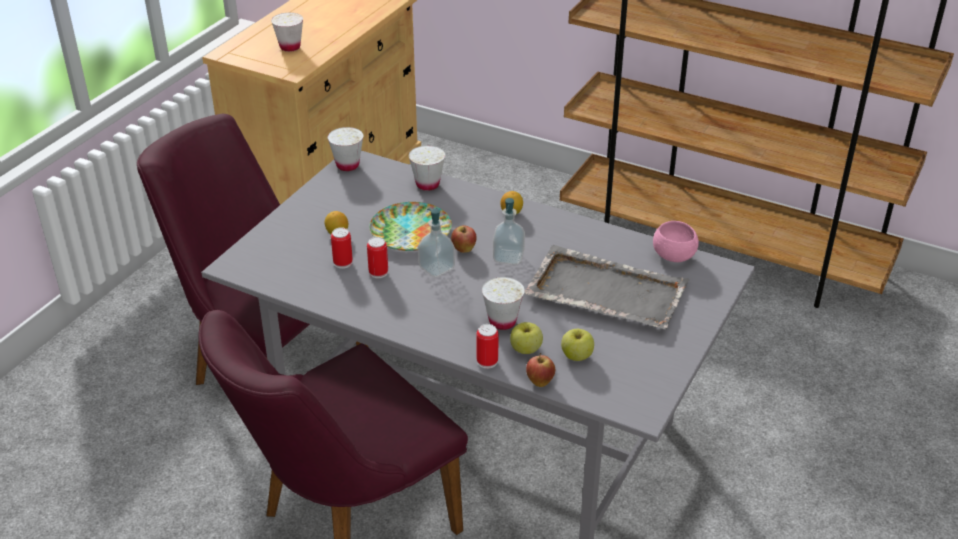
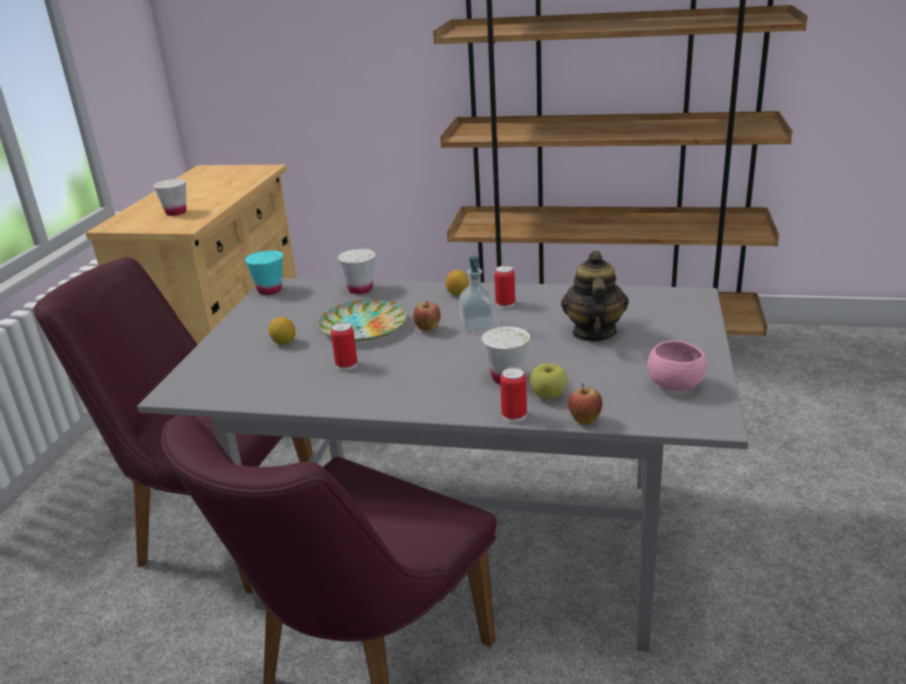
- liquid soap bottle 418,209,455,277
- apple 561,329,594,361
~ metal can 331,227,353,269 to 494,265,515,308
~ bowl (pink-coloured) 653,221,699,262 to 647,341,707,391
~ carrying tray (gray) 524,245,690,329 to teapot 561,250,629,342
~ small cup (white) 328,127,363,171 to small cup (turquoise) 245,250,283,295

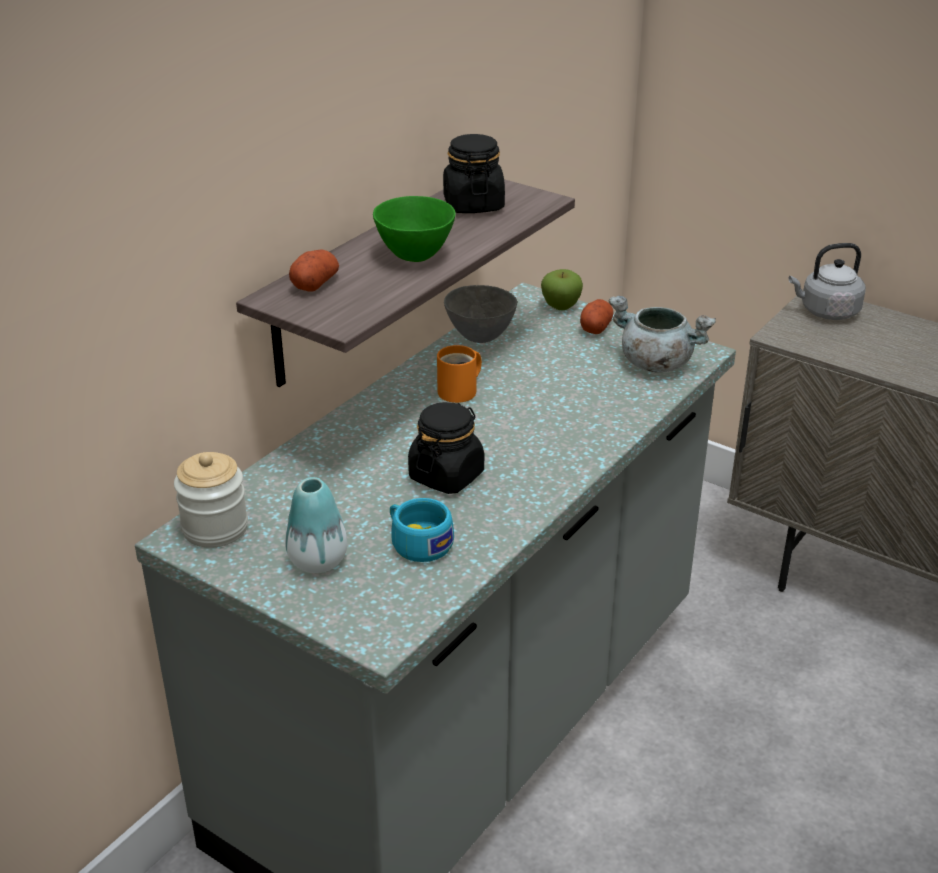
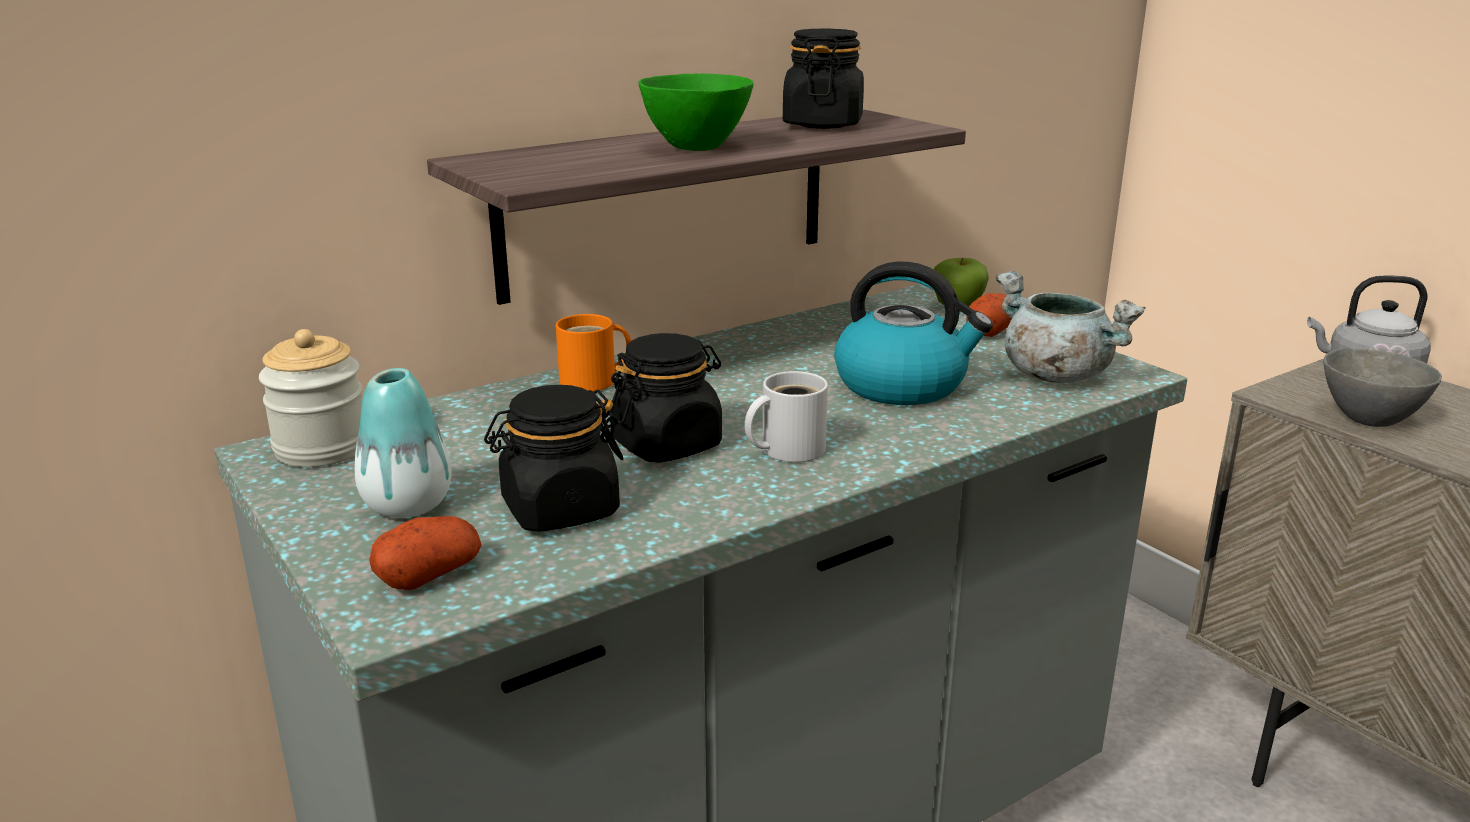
+ coffee mug (white) 745,371,828,462
+ kettle 834,261,993,405
~ whole potato 289,250,339,292 to 369,516,482,590
~ coffee mug (orange-coloured) 437,345,482,403 to 556,314,631,392
~ bowl (gray) 444,285,517,343 to 1323,348,1442,427
~ small cup (turquoise) 390,498,454,562 to preserve jar (blackish) 484,385,624,532

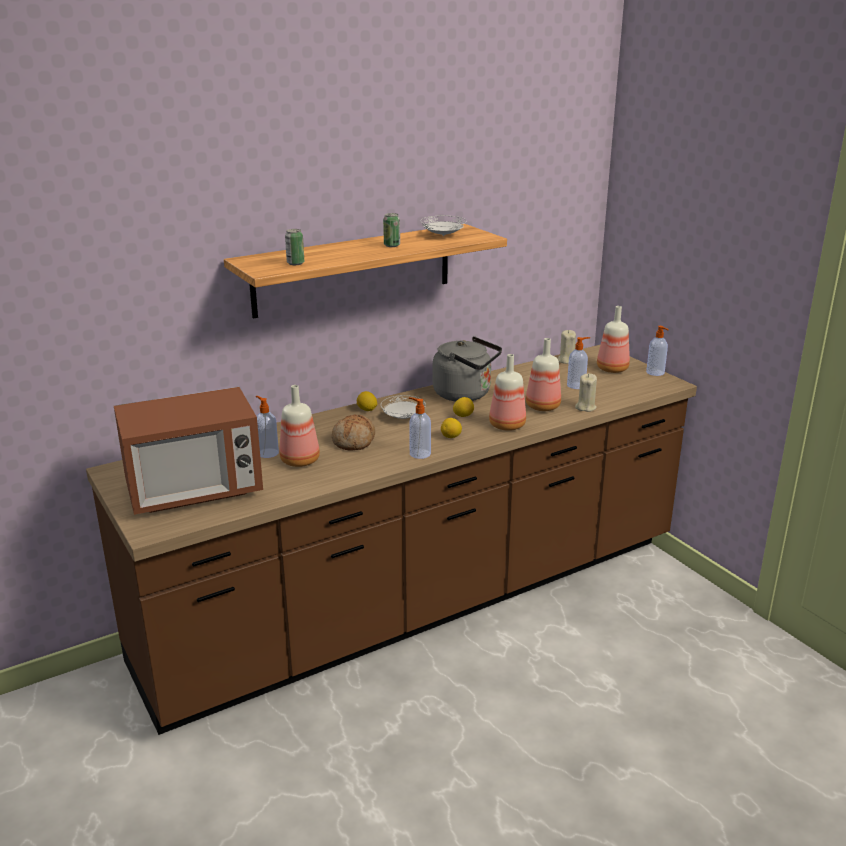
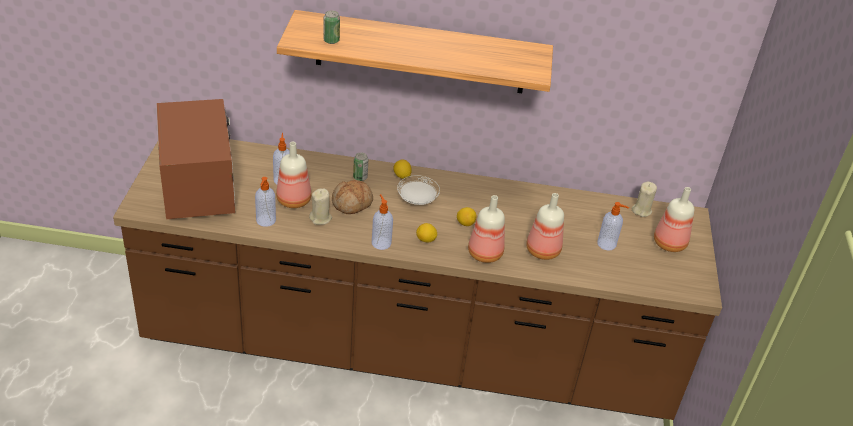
- plate (white) 420,215,467,236
- kettle (gray) 433,336,502,401
~ metal can 383,213,400,247 to 353,152,368,181
~ wax candle (beige) 575,374,597,412 to 309,189,332,225
~ liquid soap bottle 646,326,669,376 to 255,177,276,227
~ microwave oven 114,387,263,515 = 156,99,235,219 120 degrees counterclockwise

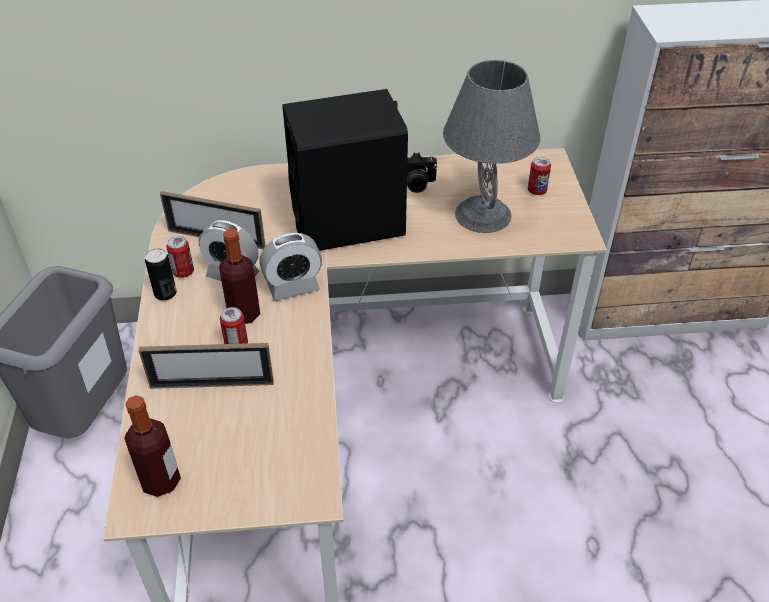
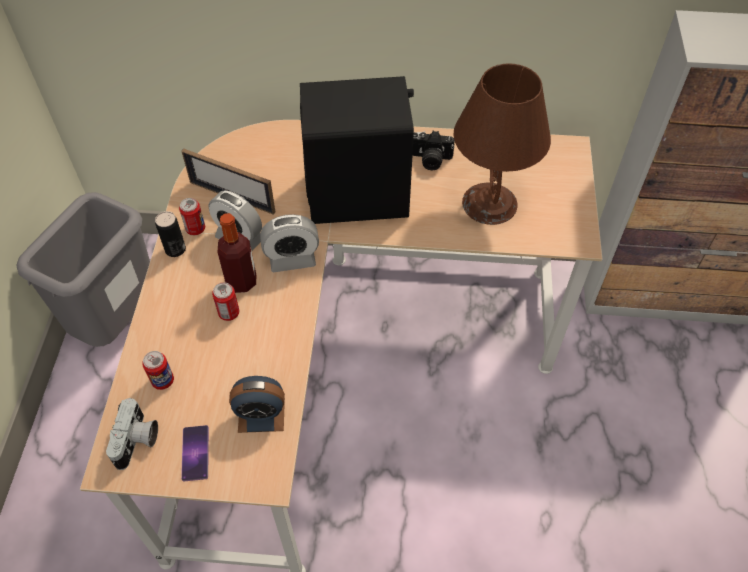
- standing frame 139,343,274,389
+ phone 181,425,209,482
+ bedside clock 229,376,285,433
~ metal can 528,157,551,195 to 142,351,174,390
~ drink bottle 124,395,181,497 to photo camera 106,398,158,470
~ lamp for a table (gray) 443,60,540,233 to lamp for a table (brown-coloured) 454,63,551,225

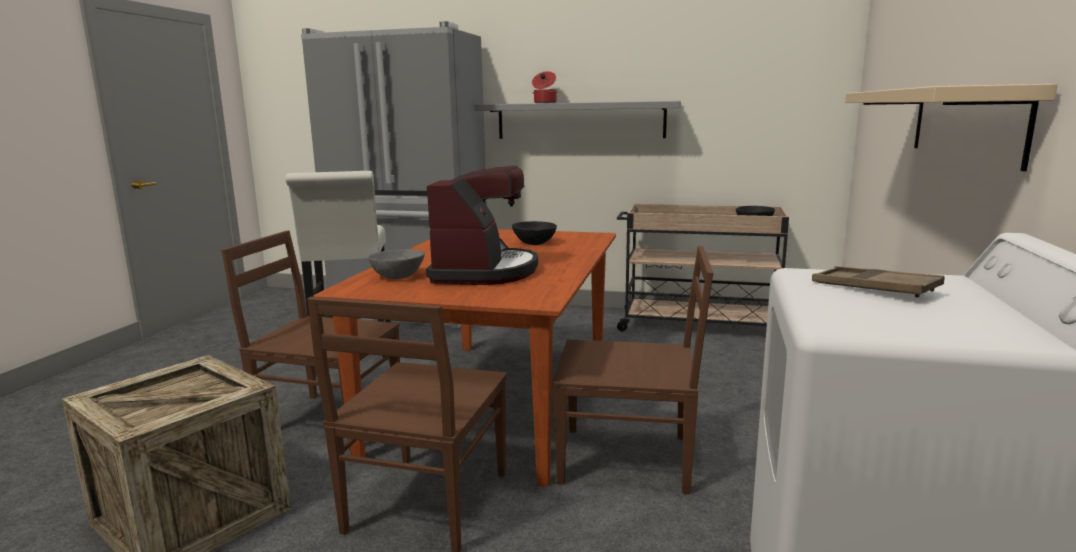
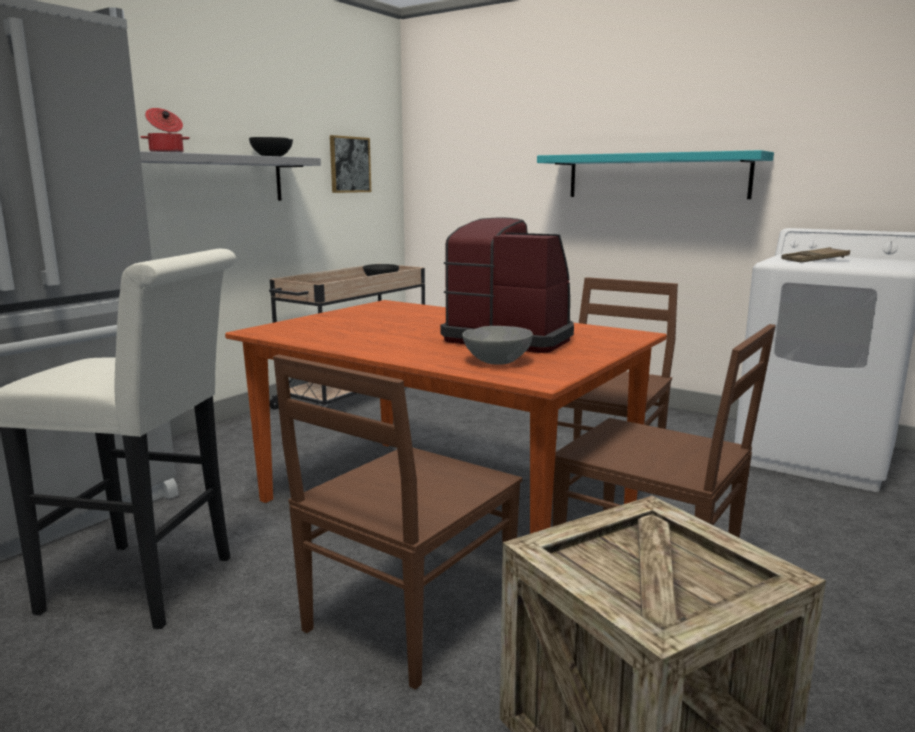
+ wall picture 330,135,371,193
~ bowl (blackish) 512,221,557,245 to 249,137,293,156
~ shelf (beige) 845,84,1057,172 to shelf (turquoise) 537,150,774,199

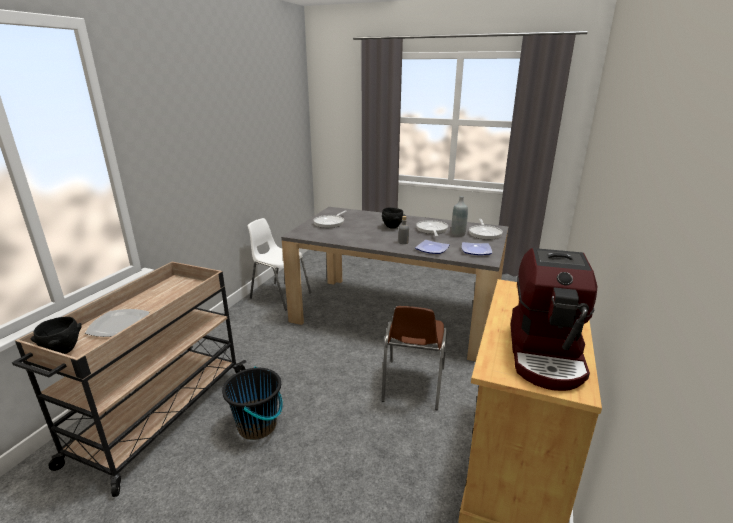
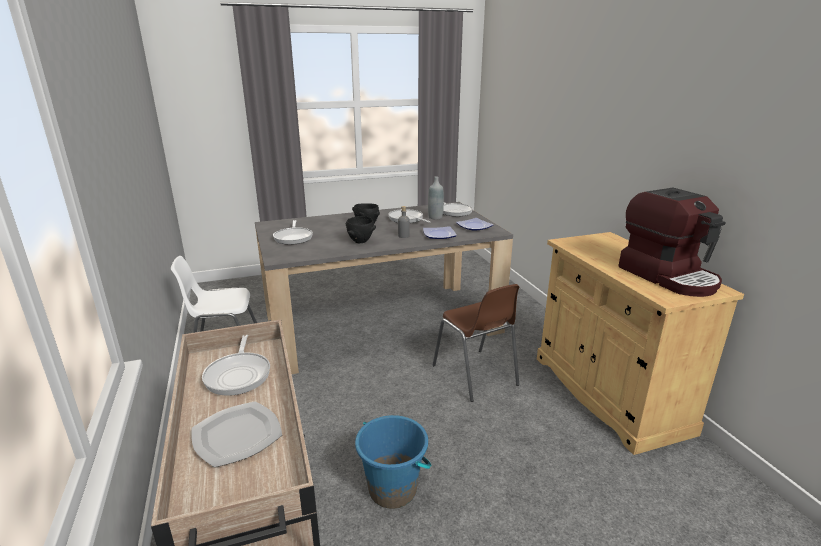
+ skillet 202,335,270,396
~ bowl (blackish) 31,317,82,354 to 346,216,376,243
~ water bucket (blackish) 222,367,283,440 to water bucket (blue) 355,415,431,509

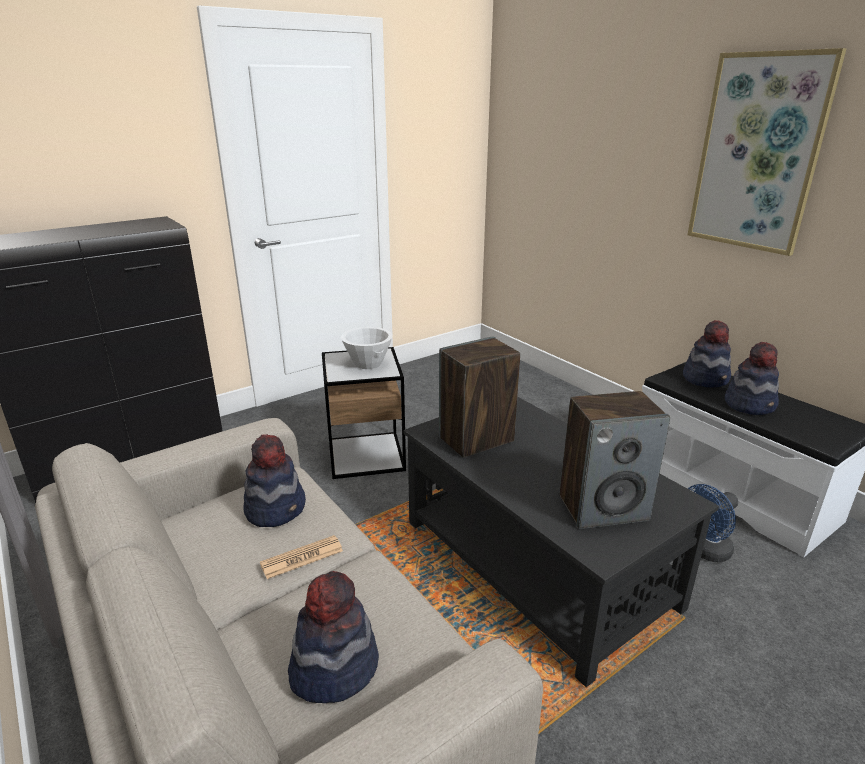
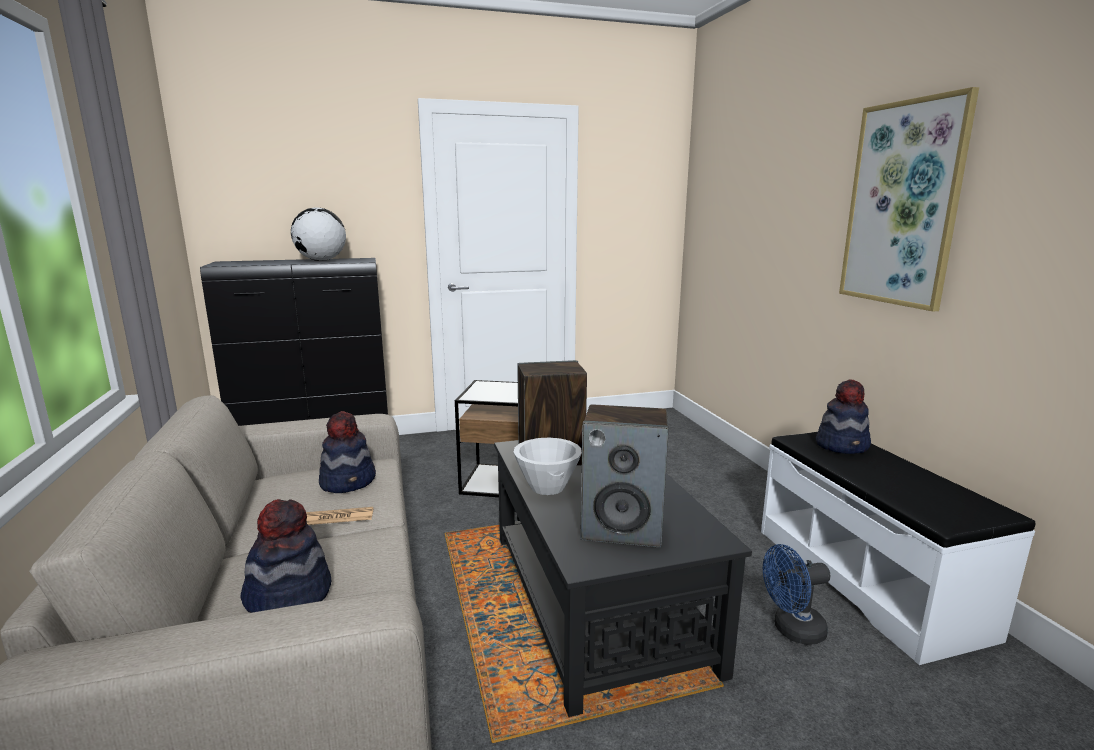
- wearable hat 725,342,779,415
+ world globe 291,207,346,261
~ bowl (white) 341,327,393,369 to 513,438,582,495

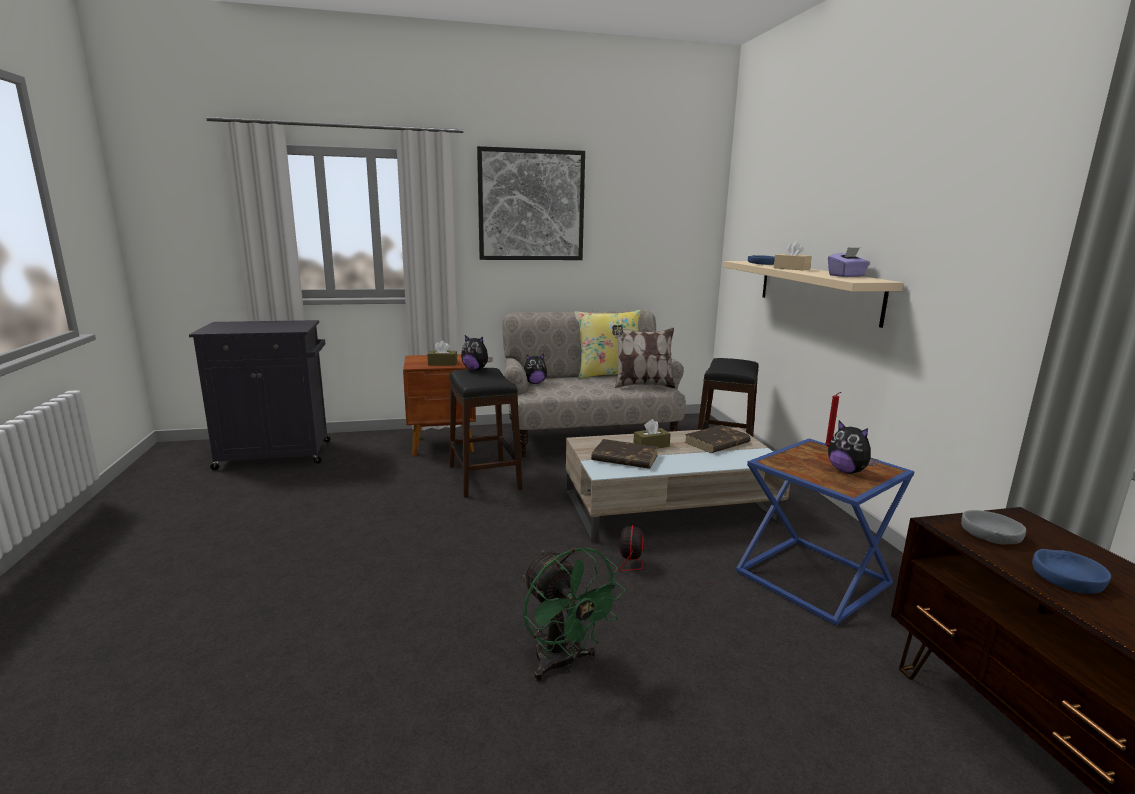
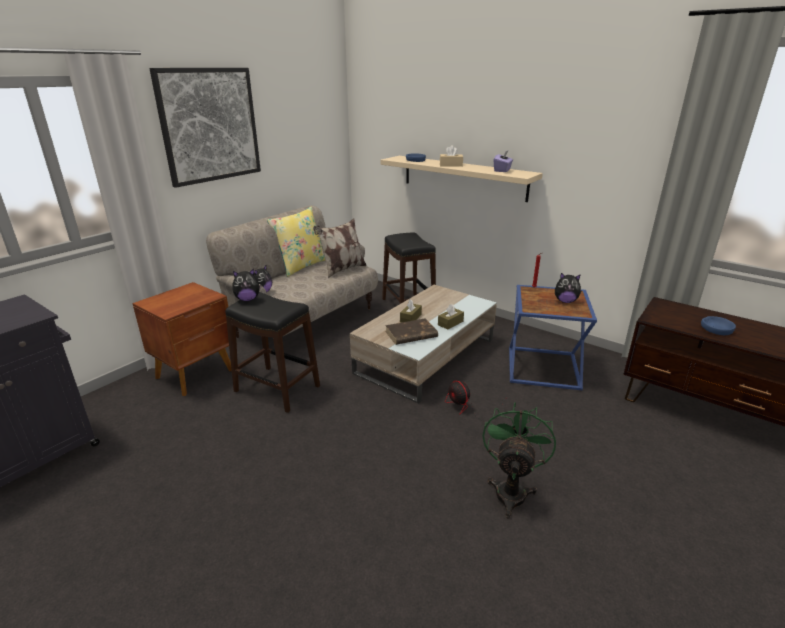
- book (brown-coloured) 684,425,751,453
- bowl (gray) 961,510,1026,545
~ box of tissues (brown-coloured) 428,341,457,366 to 438,304,464,329
~ fan (green-coloured) 523,548,625,682 = 482,402,556,518 90 degrees counterclockwise

